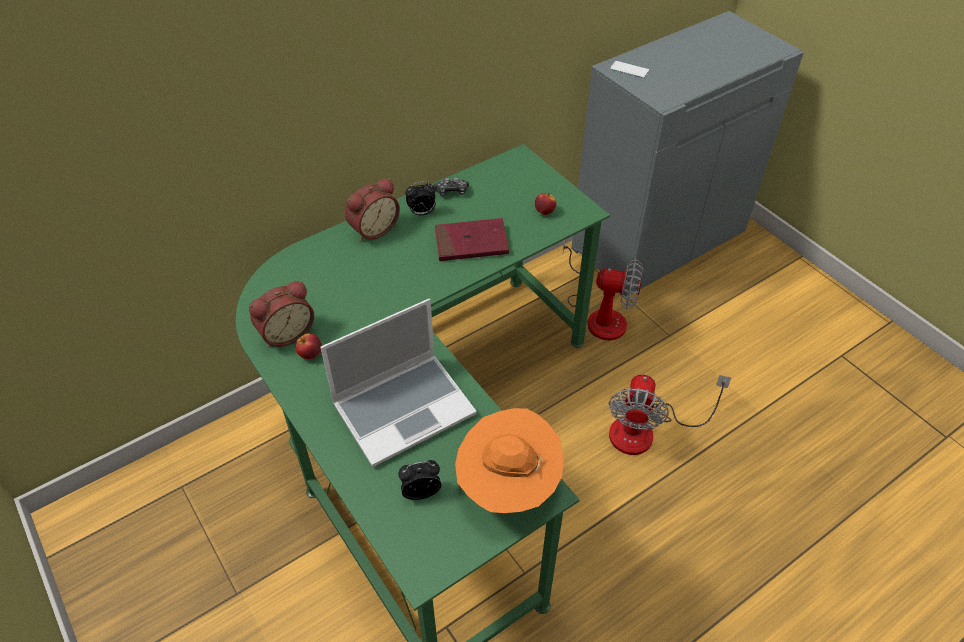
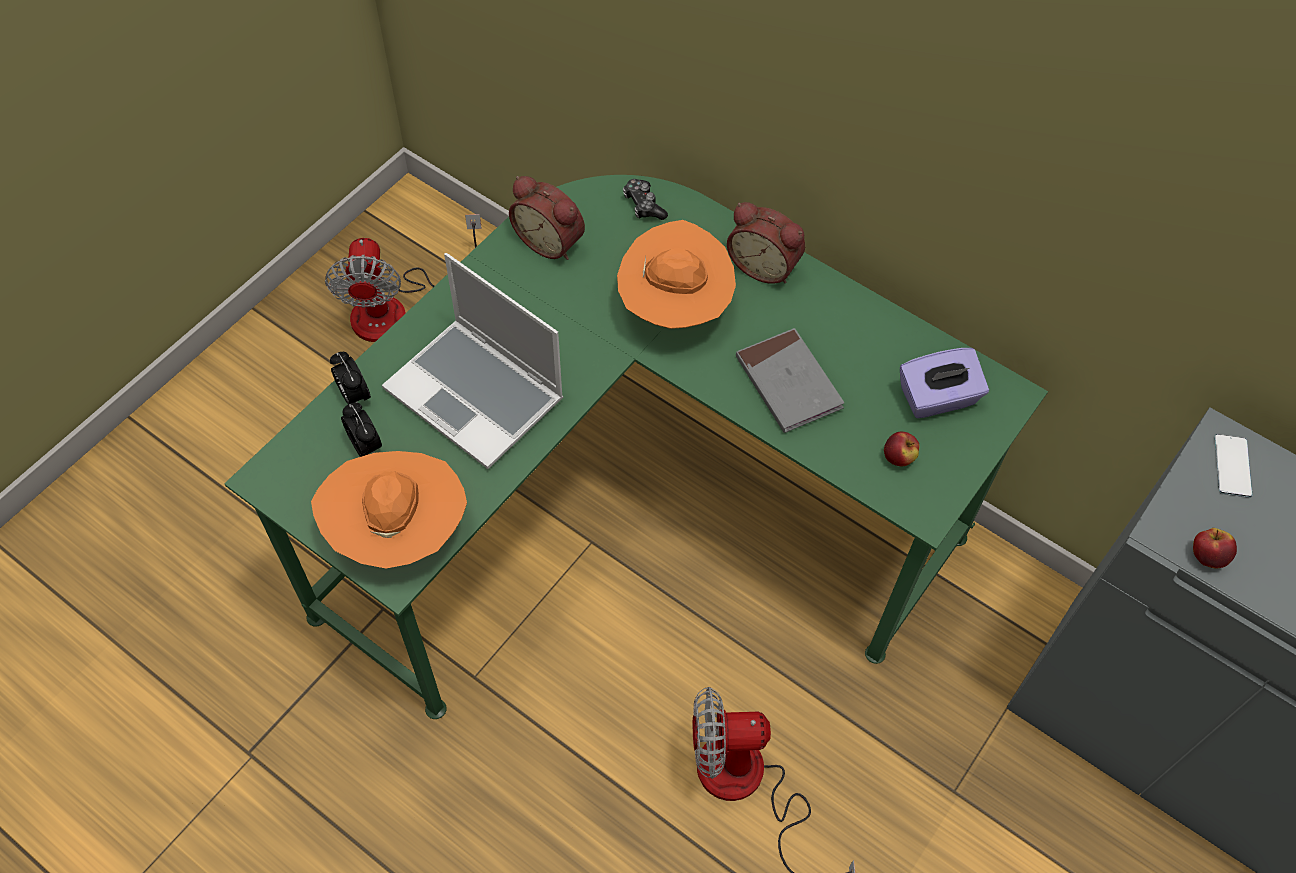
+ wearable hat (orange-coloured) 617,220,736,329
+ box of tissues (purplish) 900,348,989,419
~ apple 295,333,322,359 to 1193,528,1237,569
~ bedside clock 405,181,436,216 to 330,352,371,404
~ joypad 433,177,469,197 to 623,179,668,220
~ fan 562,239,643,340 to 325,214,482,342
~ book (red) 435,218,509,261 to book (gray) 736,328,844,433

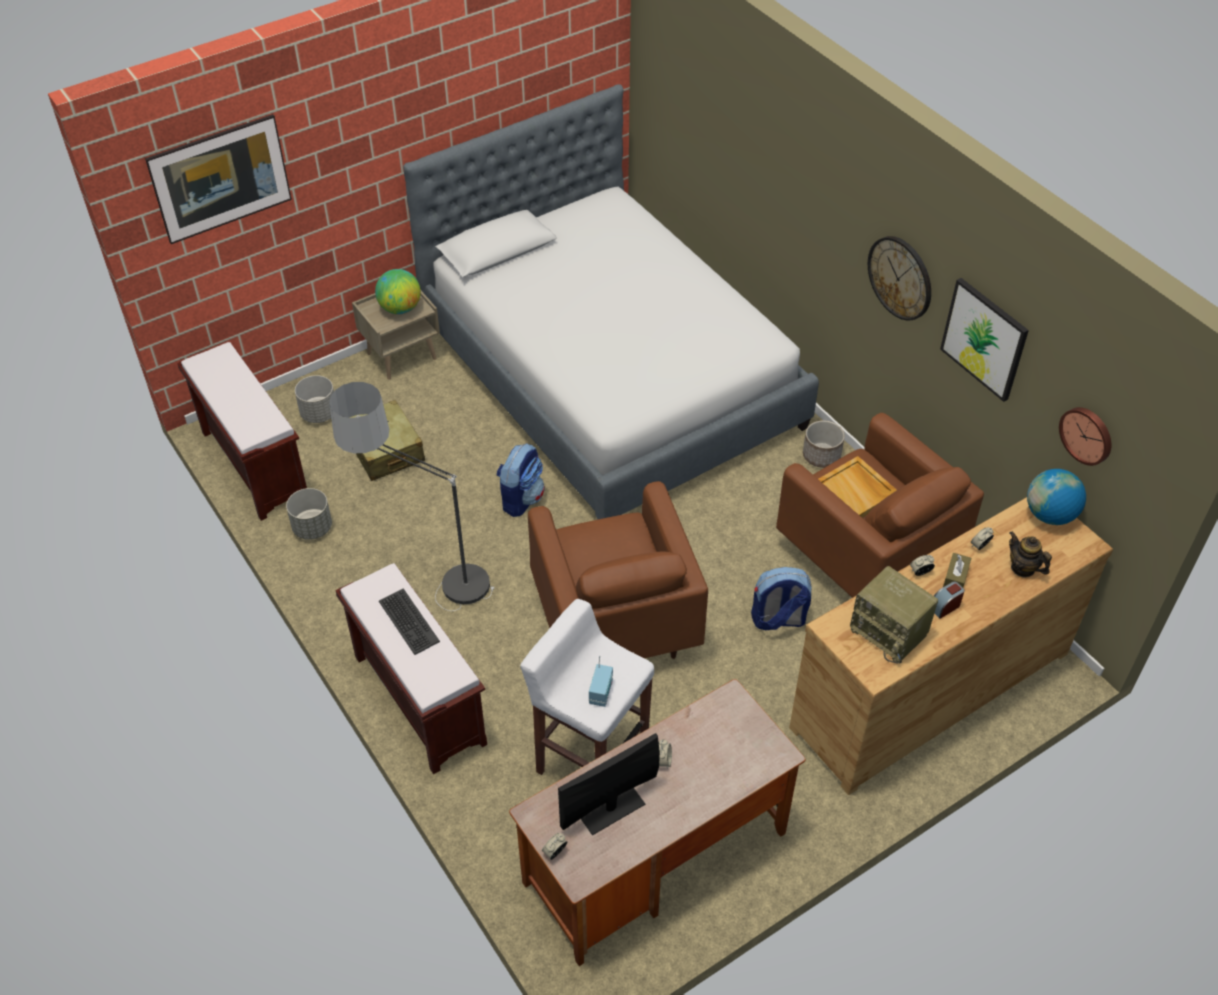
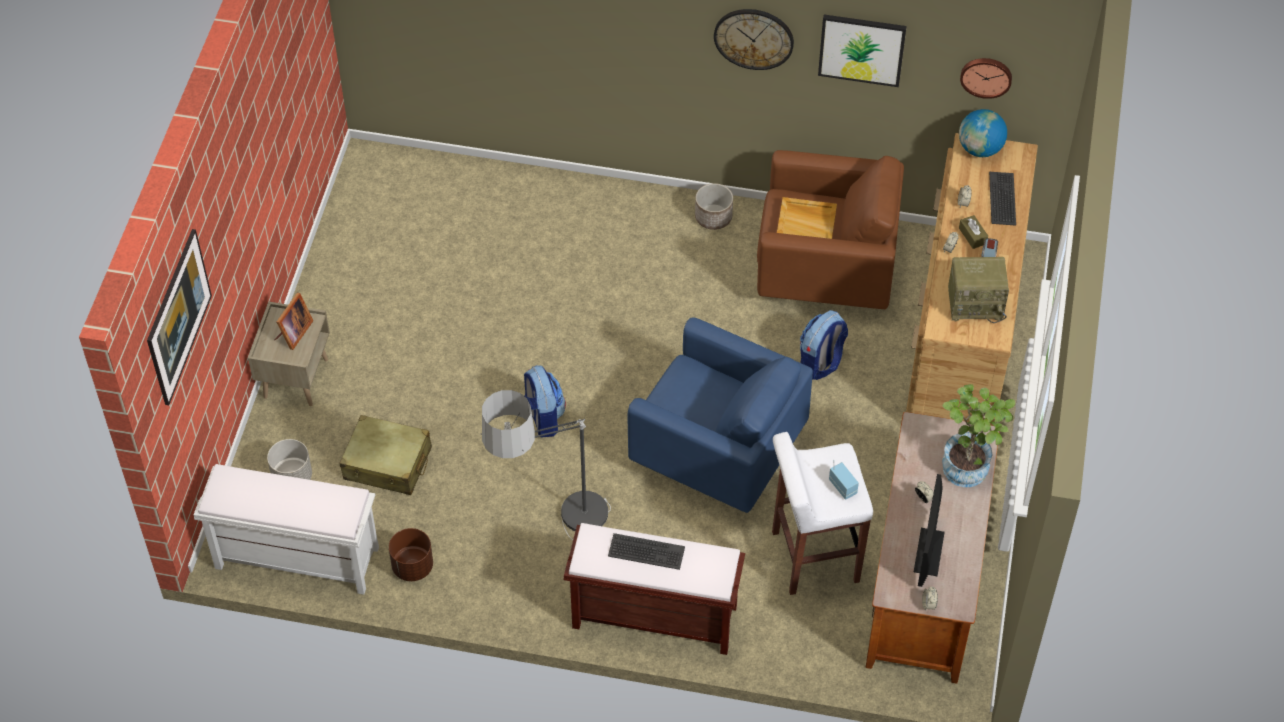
- bedroom bed 403,84,819,519
+ plant in a pot 942,384,1016,487
~ world globe 375,269,421,314 to standing frame 274,293,314,350
~ teapot 1009,531,1052,577 to keyboard 989,172,1016,225
~ indoor bench (brown-coloured) 177,342,307,521 to indoor bench (white) 194,464,379,595
~ plant pot (gray) 286,488,332,540 to plant pot (brown-coloured) 389,528,433,581
~ easy chair (brown-coloured) 528,481,708,659 to easy chair (blue) 627,317,813,513

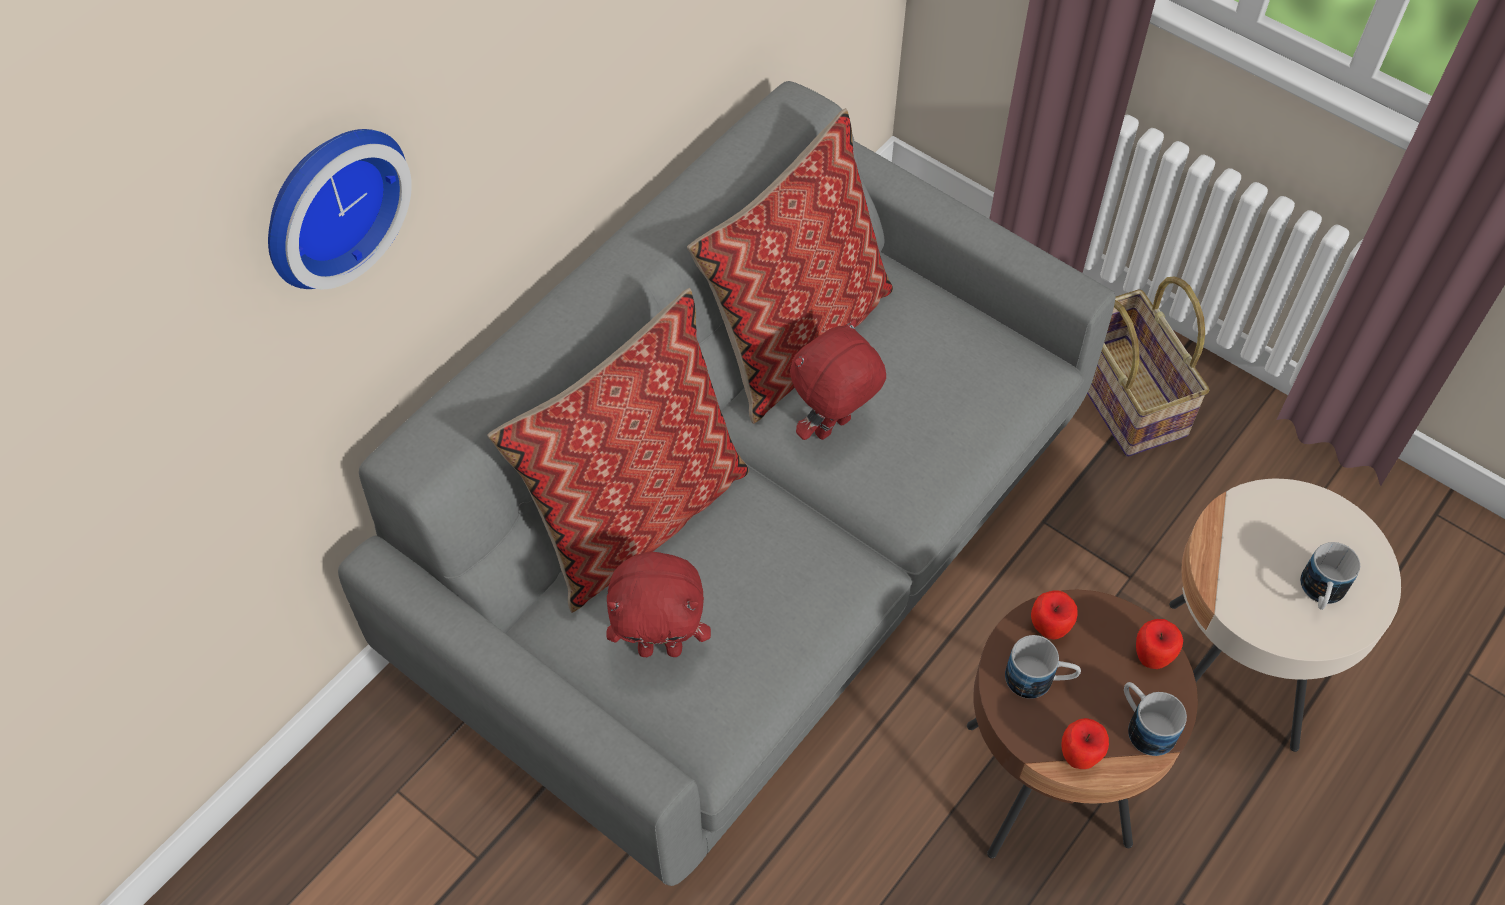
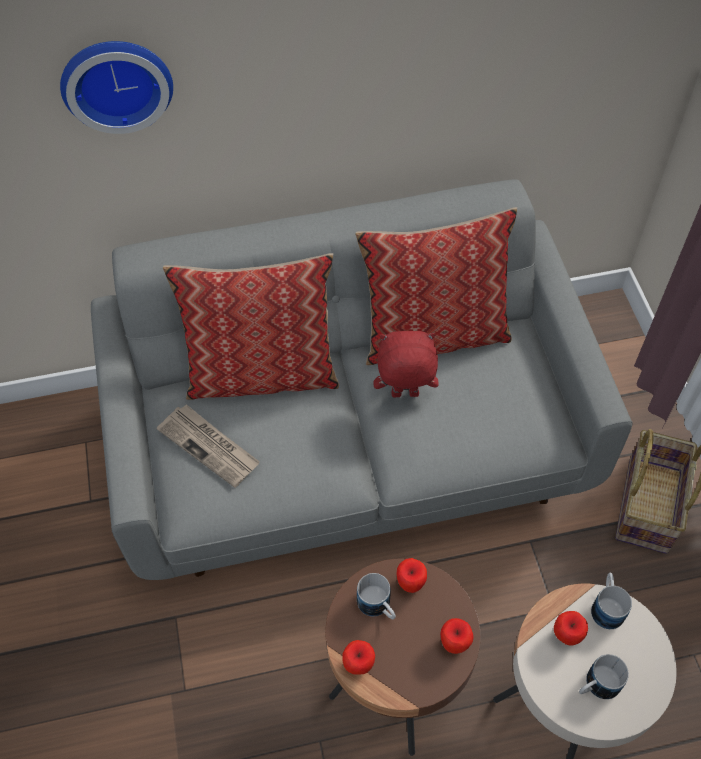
+ apple 554,611,588,646
~ coffee mug 1124,682,1187,756 to 591,573,632,629
~ cuddly toy (red) 606,552,711,657 to printed paper 157,404,260,488

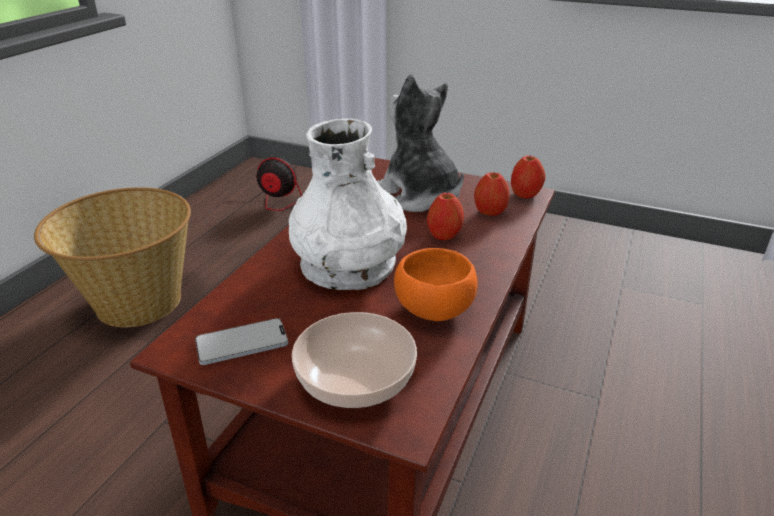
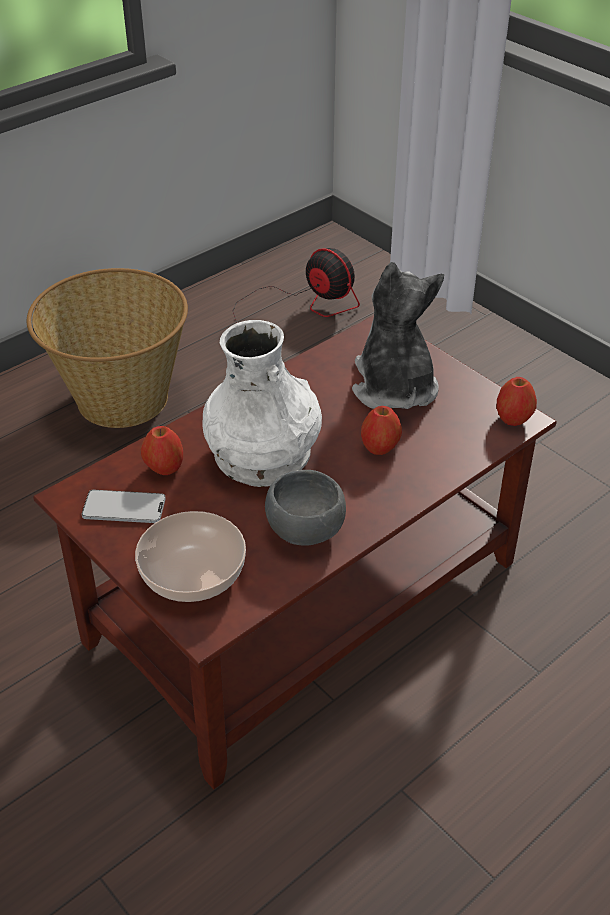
~ apple 474,172,510,216 to 141,426,183,475
~ bowl (orange-coloured) 394,248,477,321 to bowl (gray) 265,470,346,546

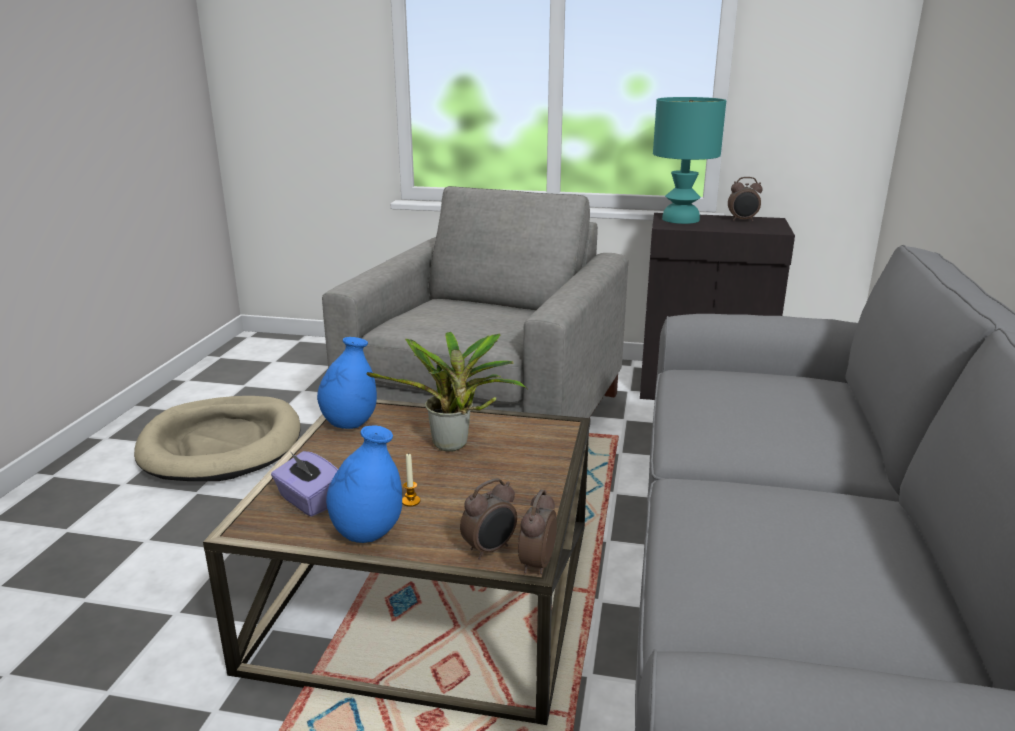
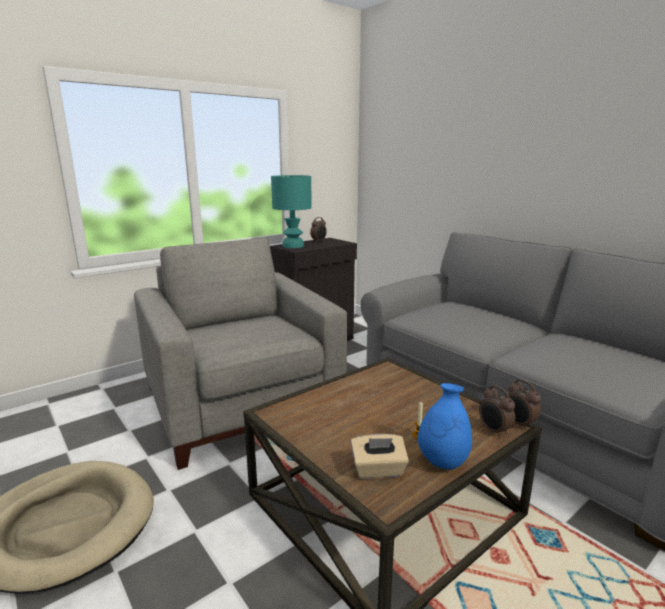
- decorative vase (blue) 317,337,377,429
- plant in a pot 366,332,528,452
~ box of tissues (purplish) 271,451,338,517 to box of tissues (beige) 351,434,409,479
~ bedside clock 460,478,517,560 = 479,385,515,438 150 degrees clockwise

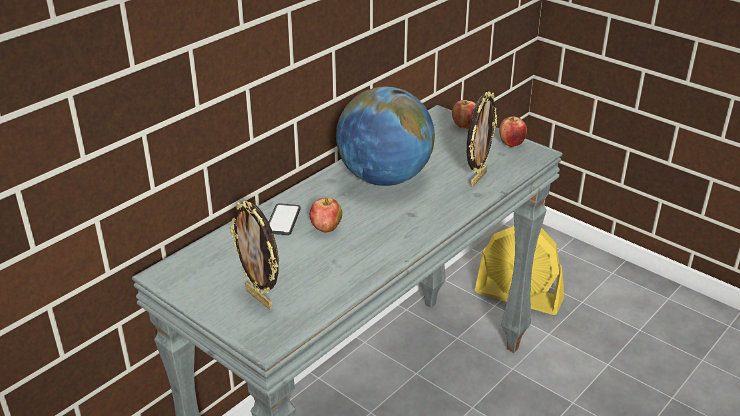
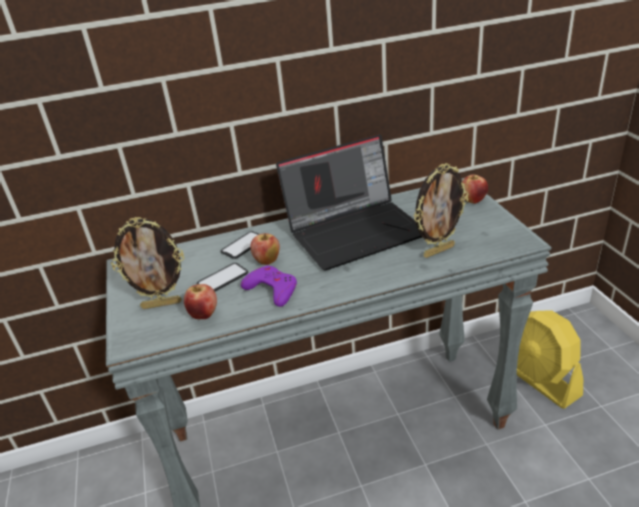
+ phone 197,263,248,292
+ joypad (purplish) 241,265,297,307
~ apple 499,116,527,147 to 184,284,217,319
~ world globe 336,87,435,186 to laptop 276,134,422,271
~ standing frame 230,201,279,309 = 111,217,184,309 90 degrees counterclockwise

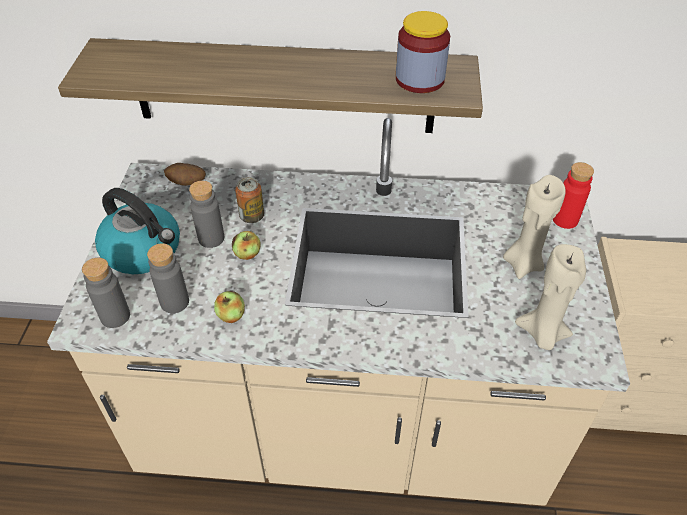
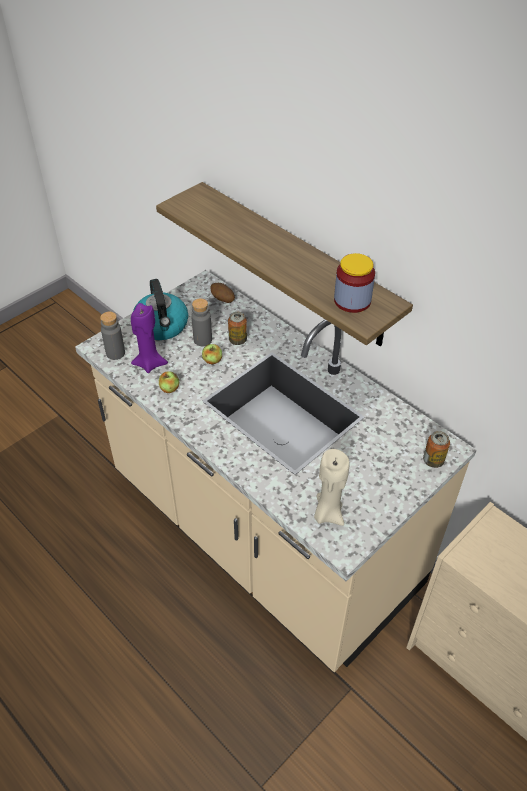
- wax candle (beige) 503,175,566,279
~ drink bottle (gray) 147,243,189,313 to wax candle (purplish) 131,303,168,373
~ drink bottle (red) 553,162,594,229 to metal can 423,431,450,468

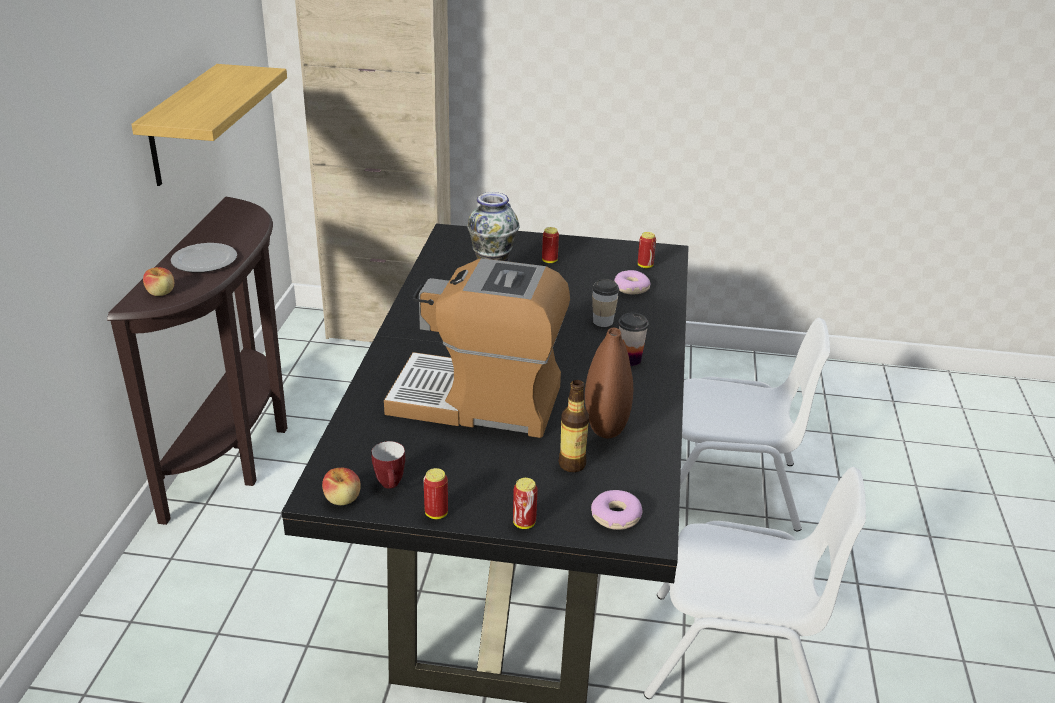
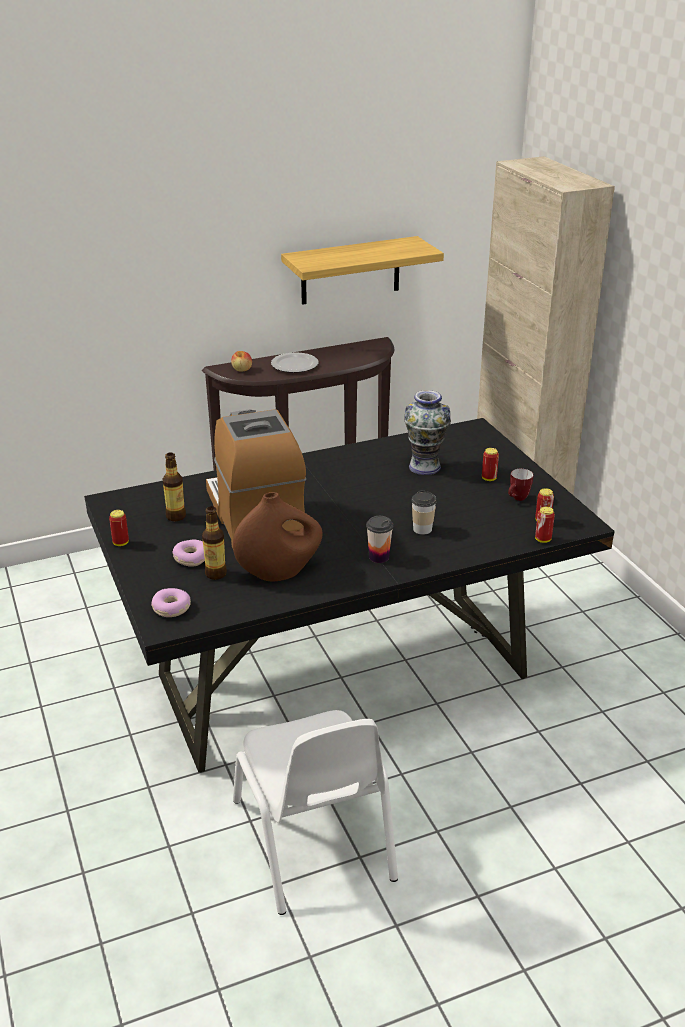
- apple 322,468,361,505
- chair (white) 680,318,830,531
+ drink bottle 163,452,186,521
~ coffee mug 371,441,405,489 to 508,469,533,501
~ metal can 513,478,538,529 to 535,507,555,543
~ ring doughnut 614,270,651,295 to 173,539,205,567

